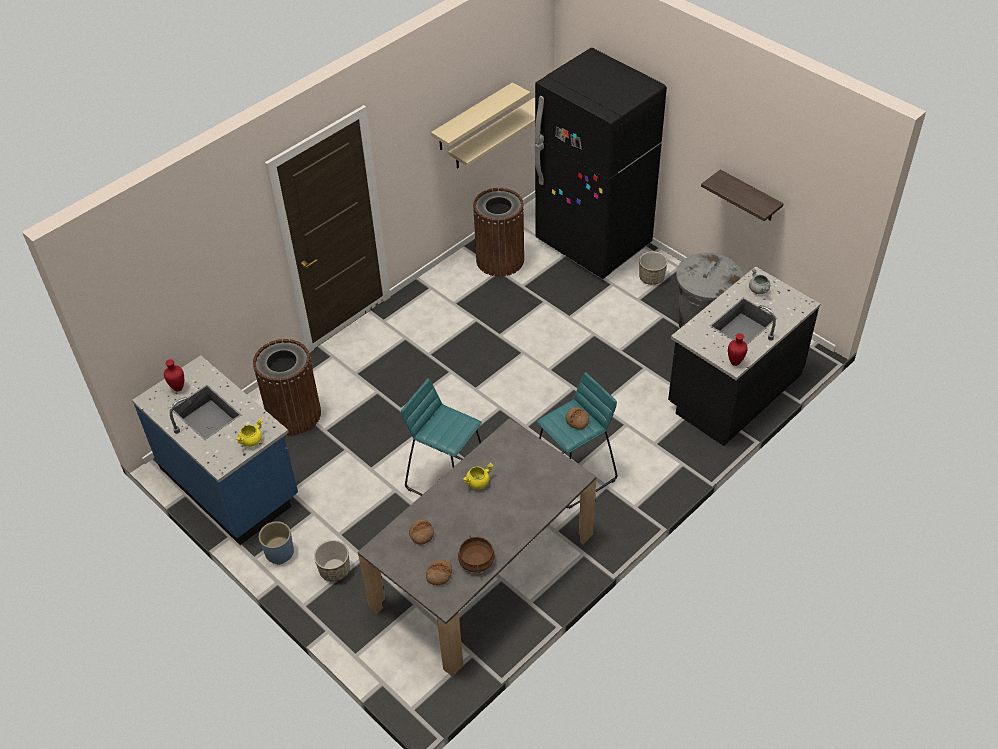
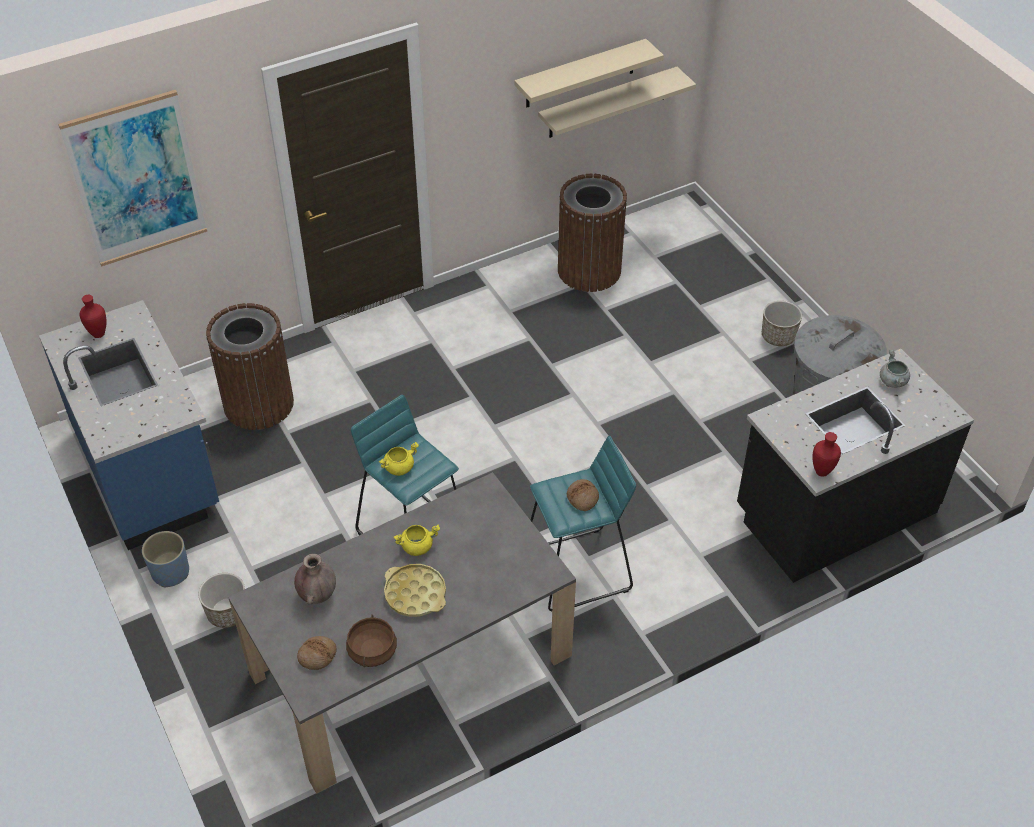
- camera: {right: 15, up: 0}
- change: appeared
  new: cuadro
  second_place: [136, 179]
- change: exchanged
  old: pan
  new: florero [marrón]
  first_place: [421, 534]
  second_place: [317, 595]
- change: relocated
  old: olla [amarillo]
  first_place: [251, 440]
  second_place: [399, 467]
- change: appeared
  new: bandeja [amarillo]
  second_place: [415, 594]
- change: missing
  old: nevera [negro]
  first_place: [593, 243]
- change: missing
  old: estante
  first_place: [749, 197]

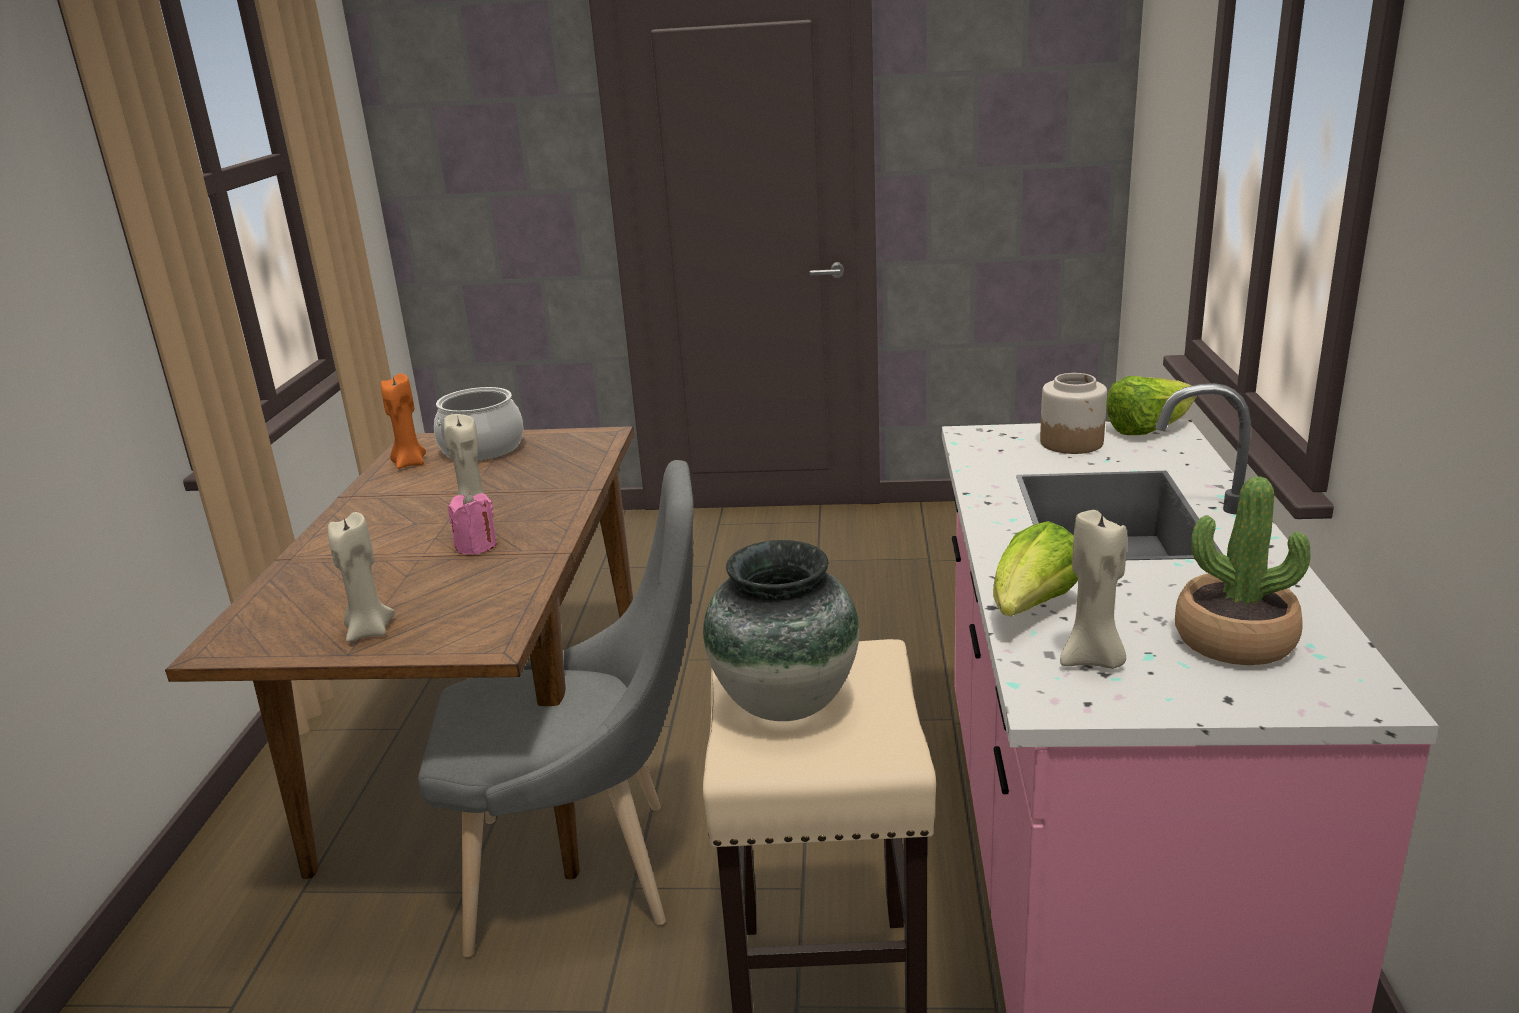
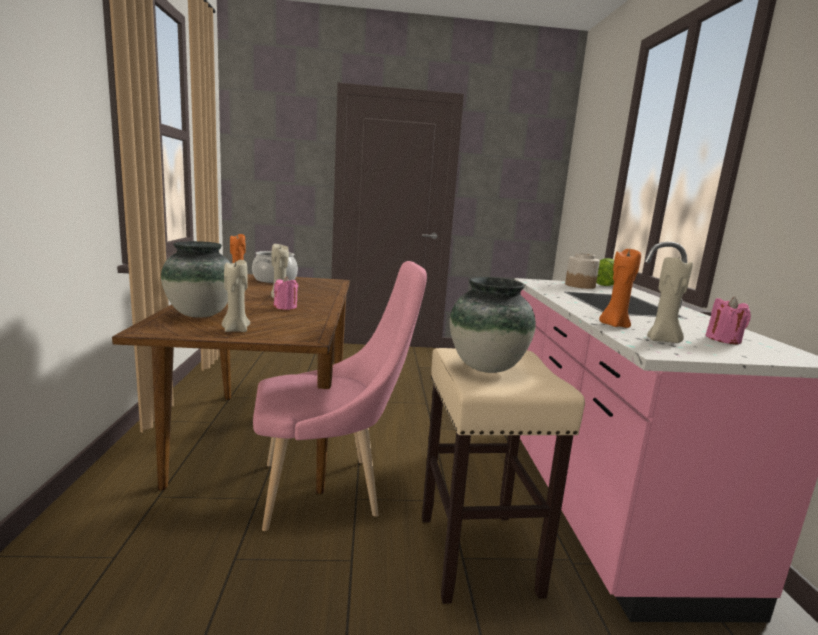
- camera: {right: -10, up: -10}
- change: appeared
  new: florero
  second_place: [200, 314]
- change: colour
  old: silla [gris]
  new: silla [rosa]
  first_place: [588, 871]
  second_place: [329, 490]
- change: exchanged
  old: lechuga
  new: vela [naranja]
  first_place: [1032, 609]
  second_place: [614, 325]
- change: exchanged
  old: planta en maceta
  new: vela [rosa]
  first_place: [1234, 640]
  second_place: [723, 339]

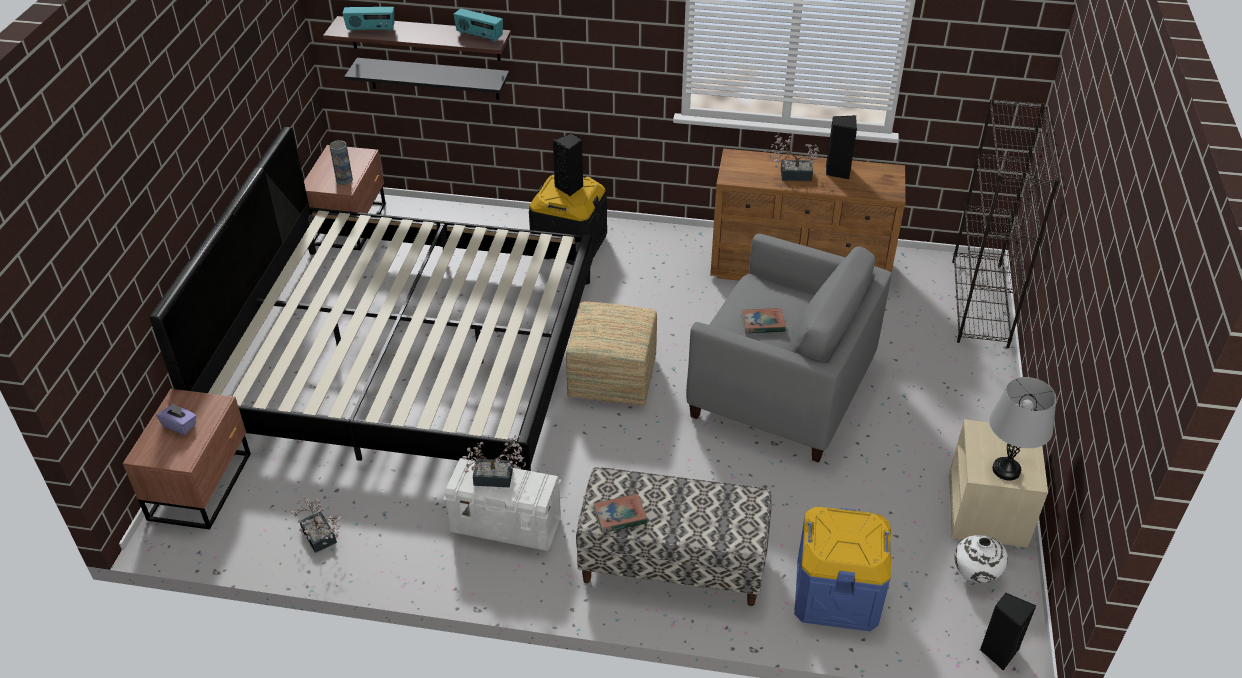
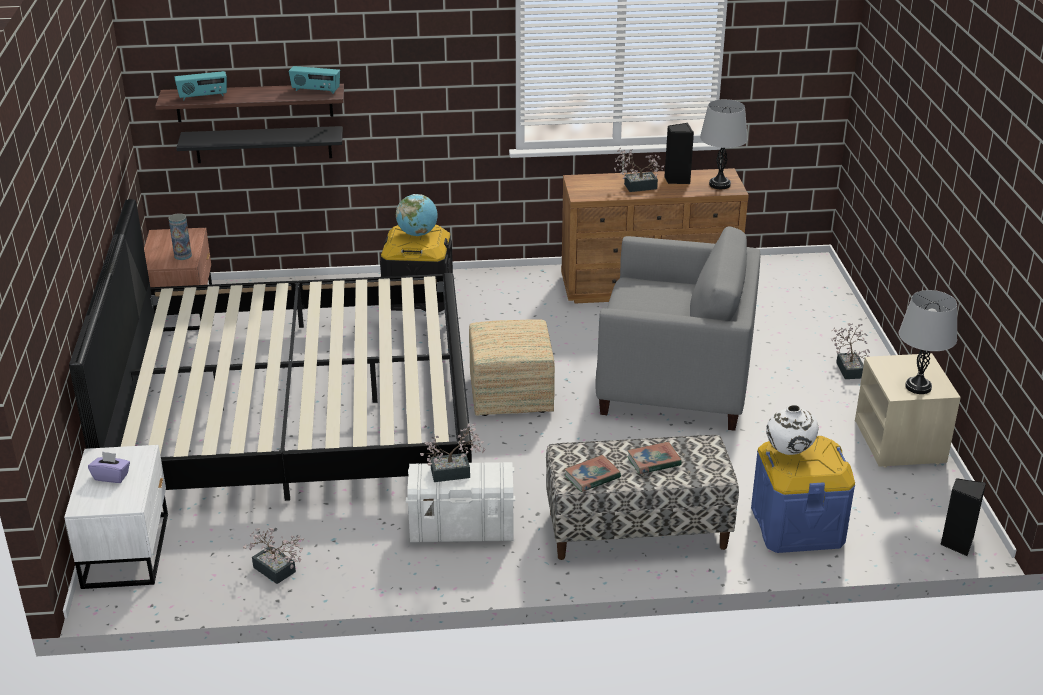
- camera: {right: -15, up: -10}
- change: colour
  old: mesita de noche [marrón]
  new: mesita de noche [blanco]
  first_place: [203, 485]
  second_place: [128, 549]
- change: exchanged
  old: altavoz [negro]
  new: globo terráqueo
  first_place: [570, 188]
  second_place: [417, 234]
- change: relocated
  old: libro
  first_place: [763, 323]
  second_place: [653, 461]
- change: appeared
  new: lámpara de mesa [gris]
  second_place: [719, 184]
- change: relocated
  old: florero [blanco]
  first_place: [974, 575]
  second_place: [789, 453]
- change: appeared
  new: planta en maceta
  second_place: [849, 368]
- change: missing
  old: estantería [negro]
  first_place: [980, 303]

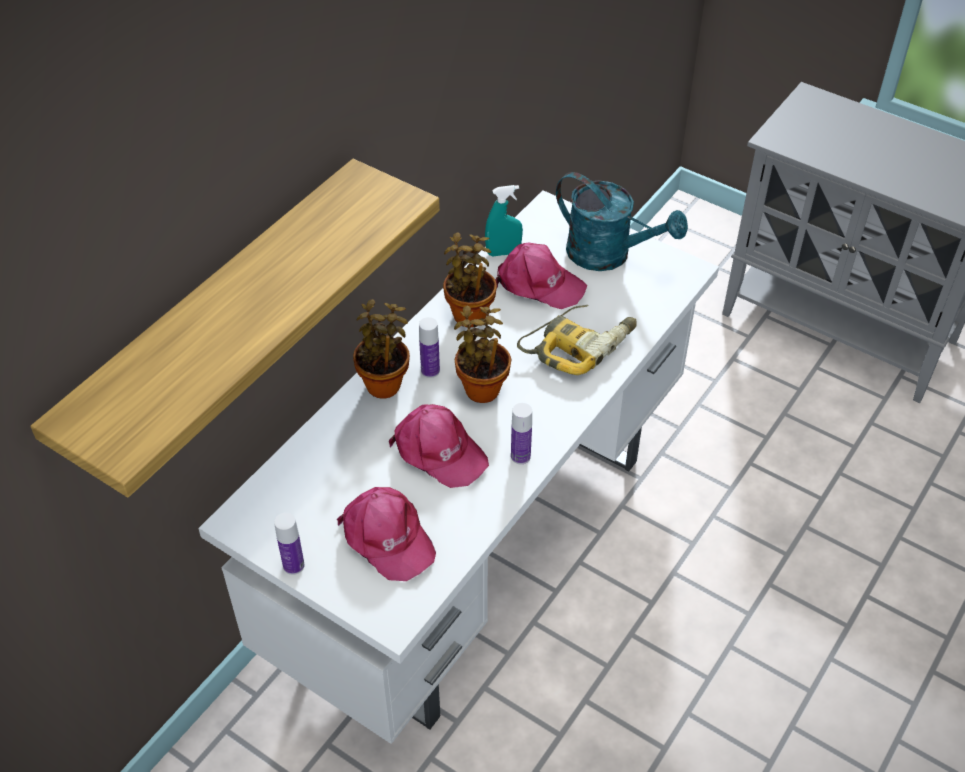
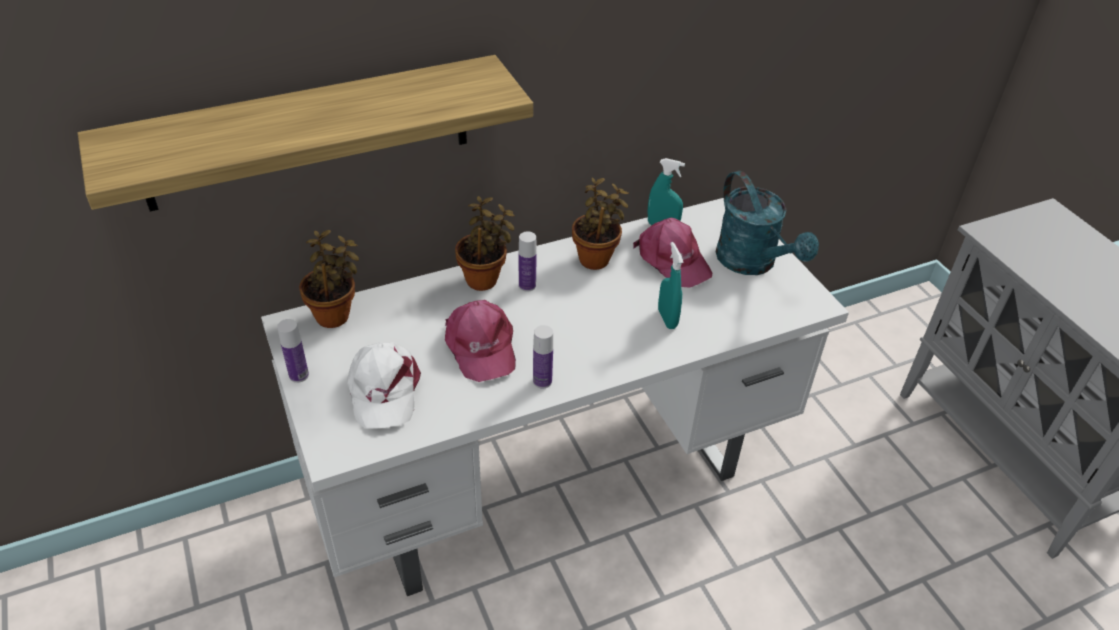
- camera: {right: 30, up: -5}
- change: relocated
  old: planta en maceta
  first_place: [482, 387]
  second_place: [335, 314]
- change: colour
  old: gorra [rosa]
  new: gorra [blanco]
  first_place: [387, 538]
  second_place: [383, 390]
- change: exchanged
  old: taladro
  new: pulverizador [turquesa]
  first_place: [579, 344]
  second_place: [667, 319]

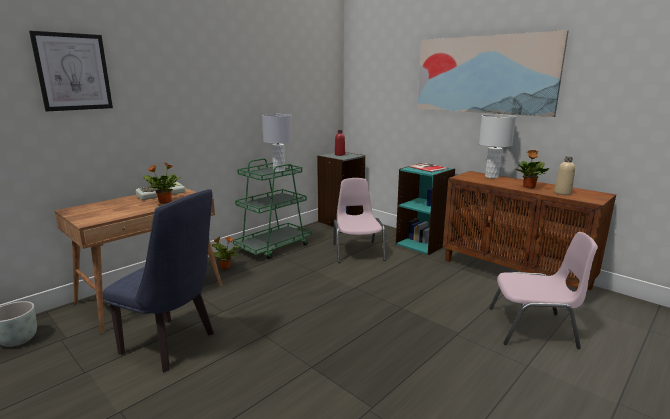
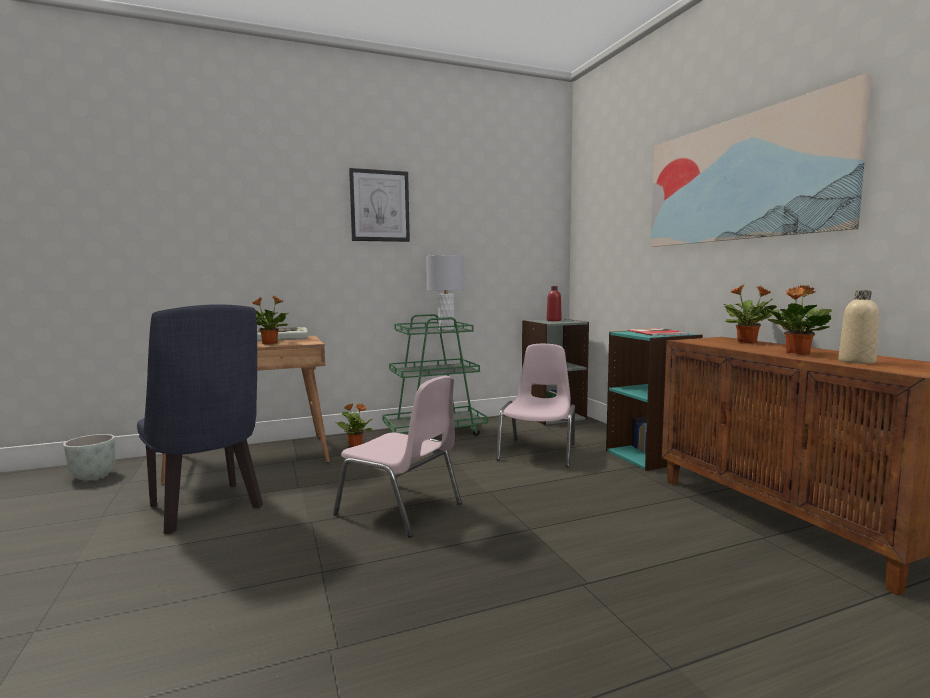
- camera: {right: 25, up: -10}
- change: relocated
  old: silla [rosa]
  first_place: [533, 328]
  second_place: [401, 509]
- change: relocated
  old: cuadro
  first_place: [73, 72]
  second_place: [379, 206]
- change: exchanged
  old: lámpara de mesa [blanco]
  new: planta en maceta
  first_place: [491, 177]
  second_place: [747, 342]

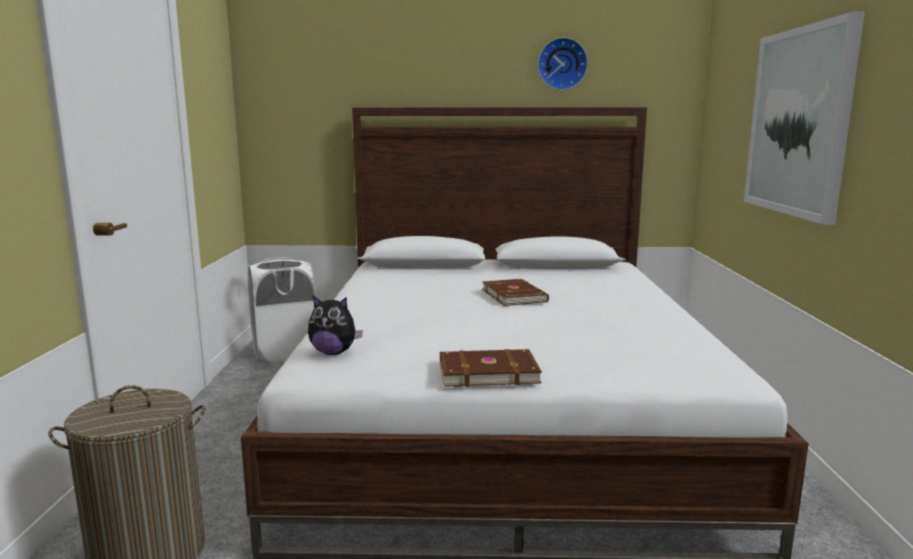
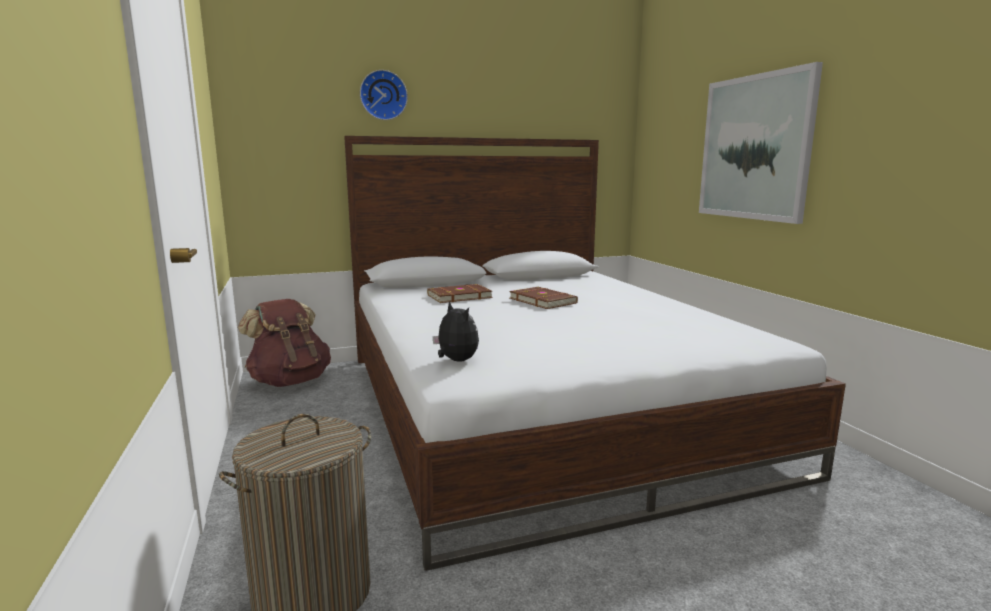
- camera: {right: -20, up: 0}
- change: exchanged
  old: cesto de la ropa [blanco]
  new: mochila [marrón]
  first_place: [285, 353]
  second_place: [290, 381]
- change: relocated
  old: reloj de pared
  first_place: [562, 64]
  second_place: [383, 95]
- change: relocated
  old: libro [marrón]
  first_place: [487, 372]
  second_place: [458, 296]
- change: spun
  old: peluche
  first_place: [334, 352]
  second_place: [456, 361]
  degrees: -120

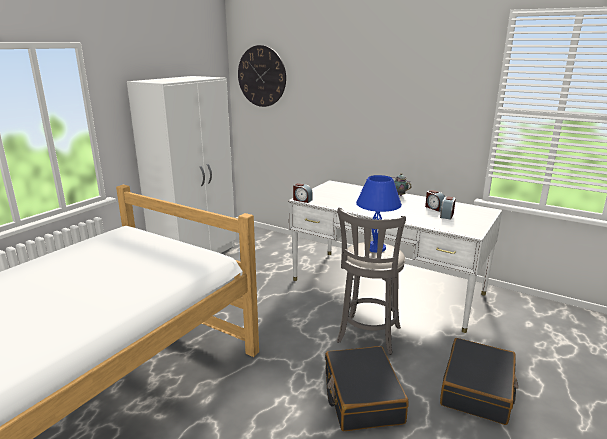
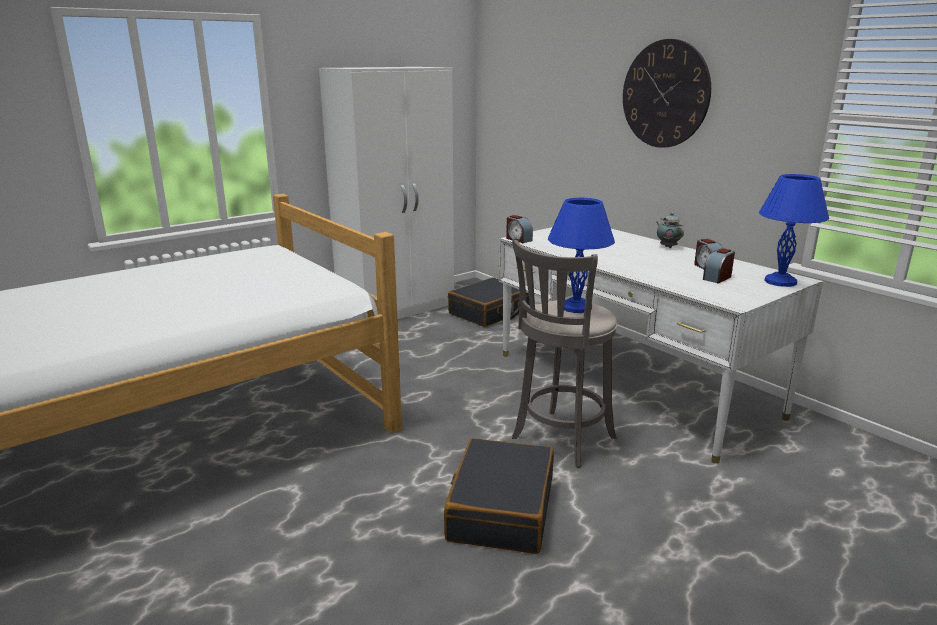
- camera: {right: 20, up: 0}
- change: relocated
  old: maleta [negro]
  first_place: [477, 390]
  second_place: [489, 312]
- change: relocated
  old: reloj de pared
  first_place: [261, 76]
  second_place: [665, 94]
- change: appeared
  new: lámpara de mesa [azul]
  second_place: [781, 282]

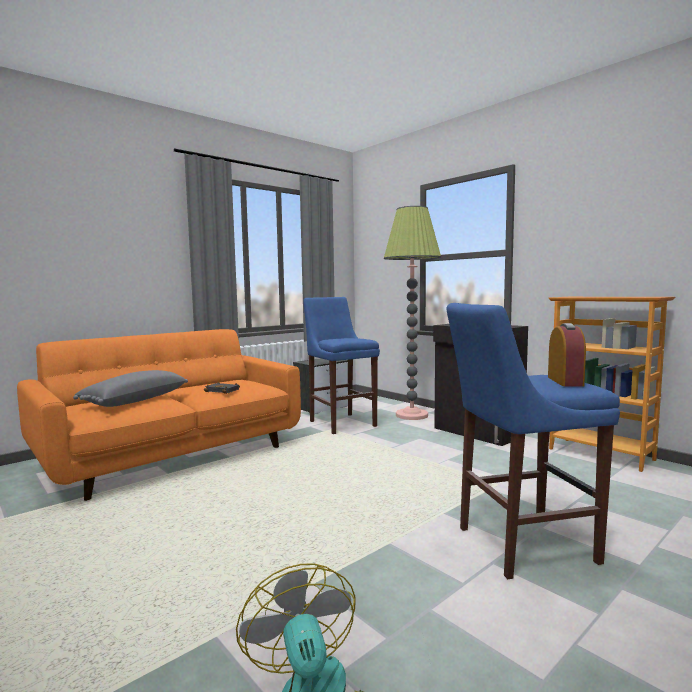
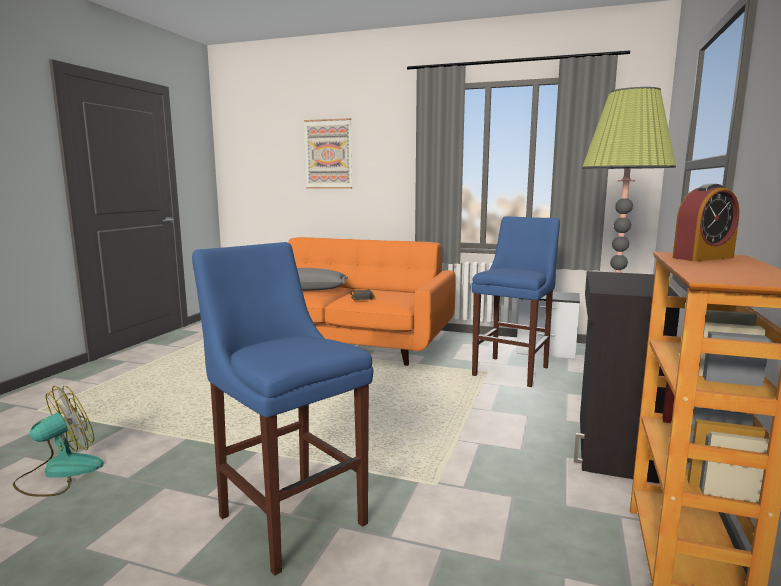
- camera: {right: 60, up: 5}
- change: appeared
  new: cuadro
  second_place: [328, 154]
- change: relocated
  old: despertador
  first_place: [565, 381]
  second_place: [703, 258]

